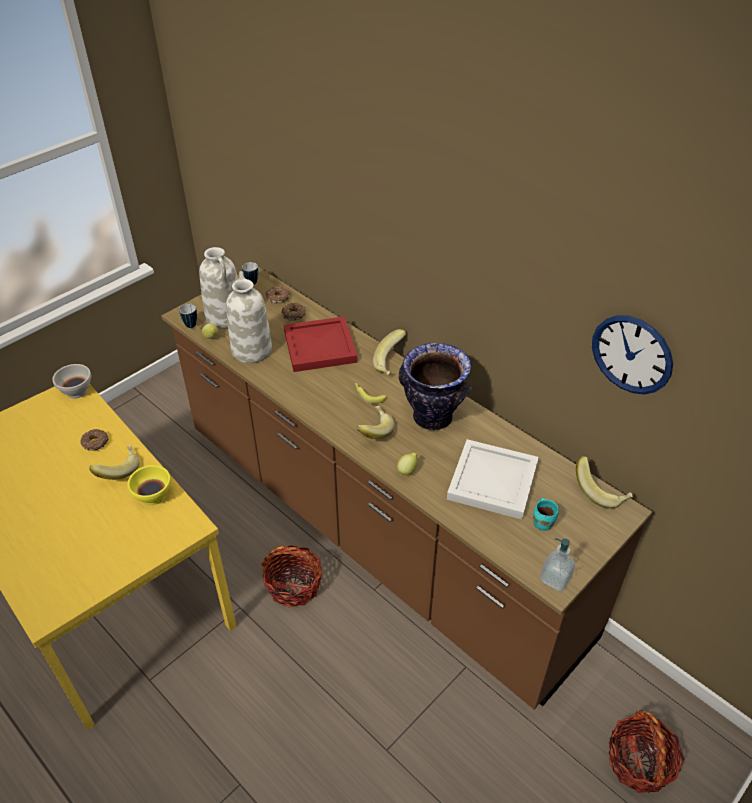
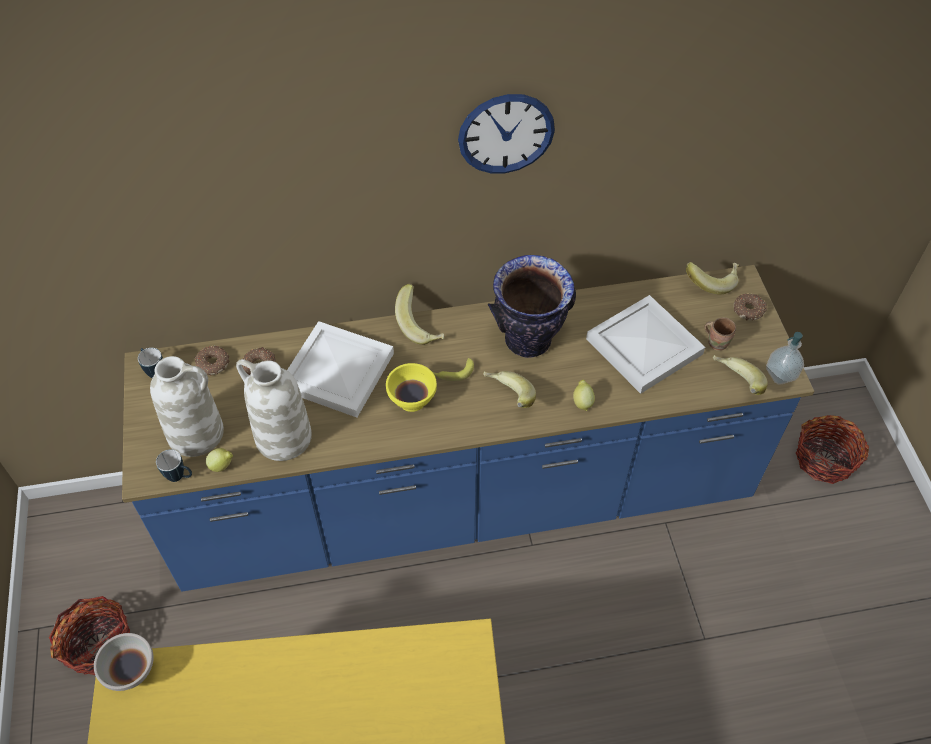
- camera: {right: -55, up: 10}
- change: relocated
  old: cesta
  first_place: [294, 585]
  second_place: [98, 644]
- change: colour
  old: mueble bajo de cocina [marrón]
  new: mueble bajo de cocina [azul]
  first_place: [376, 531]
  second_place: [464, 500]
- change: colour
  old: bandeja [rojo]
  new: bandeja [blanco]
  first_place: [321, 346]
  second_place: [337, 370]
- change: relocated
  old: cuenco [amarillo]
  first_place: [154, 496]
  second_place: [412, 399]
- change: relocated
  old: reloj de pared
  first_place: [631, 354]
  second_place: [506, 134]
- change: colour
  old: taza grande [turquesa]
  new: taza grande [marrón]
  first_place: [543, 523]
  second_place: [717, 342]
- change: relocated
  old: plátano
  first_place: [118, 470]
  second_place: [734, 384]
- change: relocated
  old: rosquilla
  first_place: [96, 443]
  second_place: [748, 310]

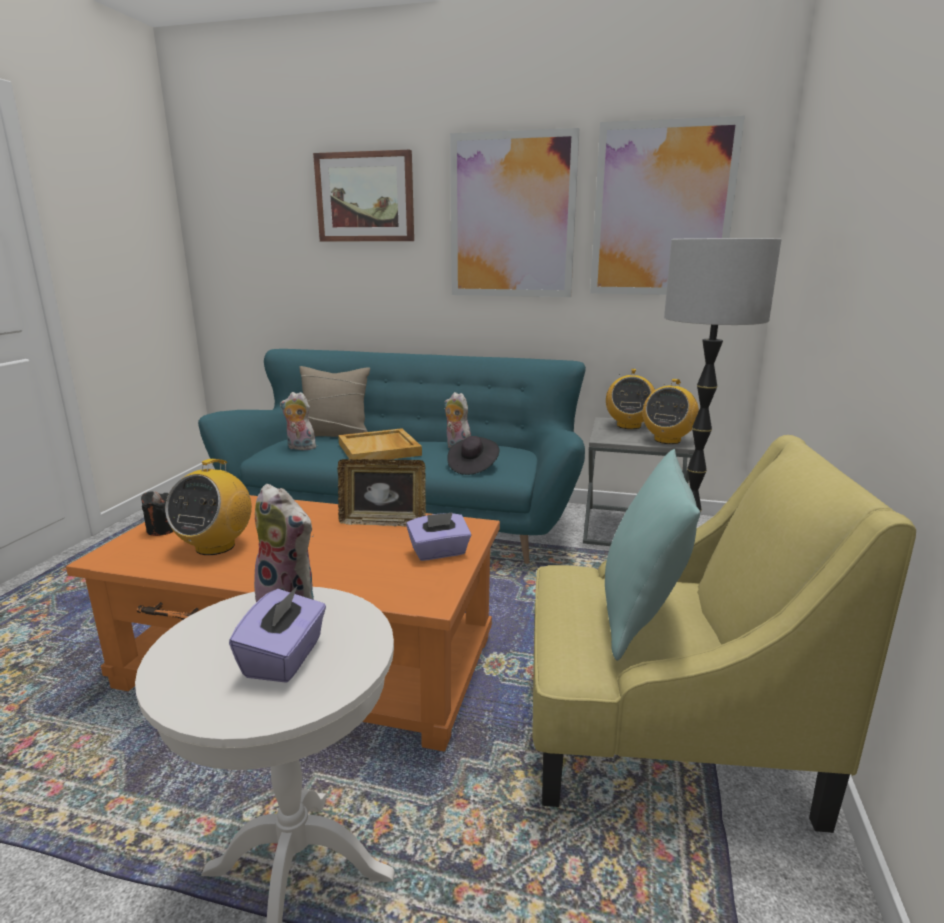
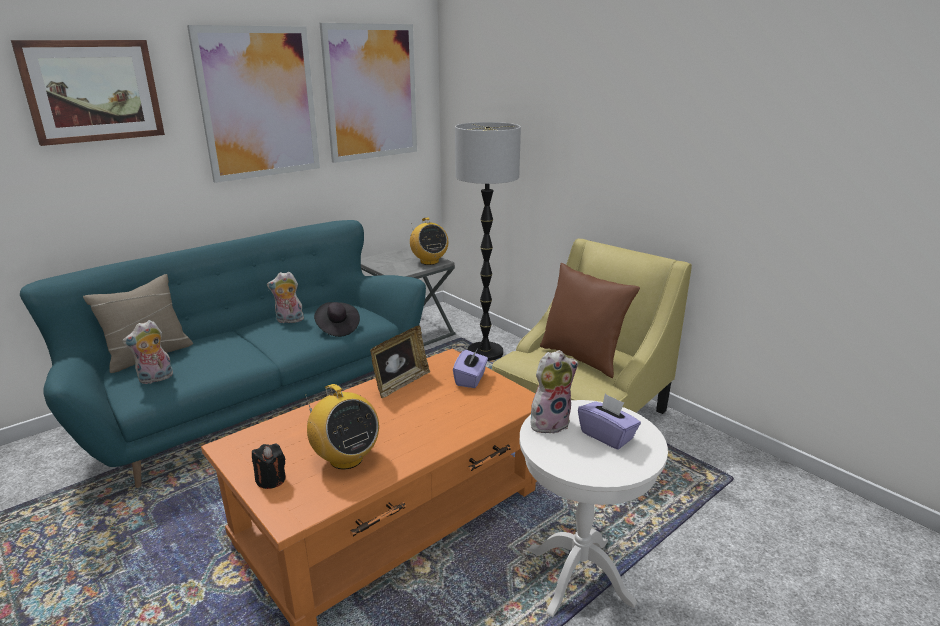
- camera: {right: -55, up: 5}
- change: colour
  old: cojín [turquesa]
  new: cojín [marrón]
  first_place: [640, 616]
  second_place: [582, 357]
- change: missing
  old: bandeja [beis]
  first_place: [380, 449]
- change: missing
  old: radio
  first_place: [628, 426]

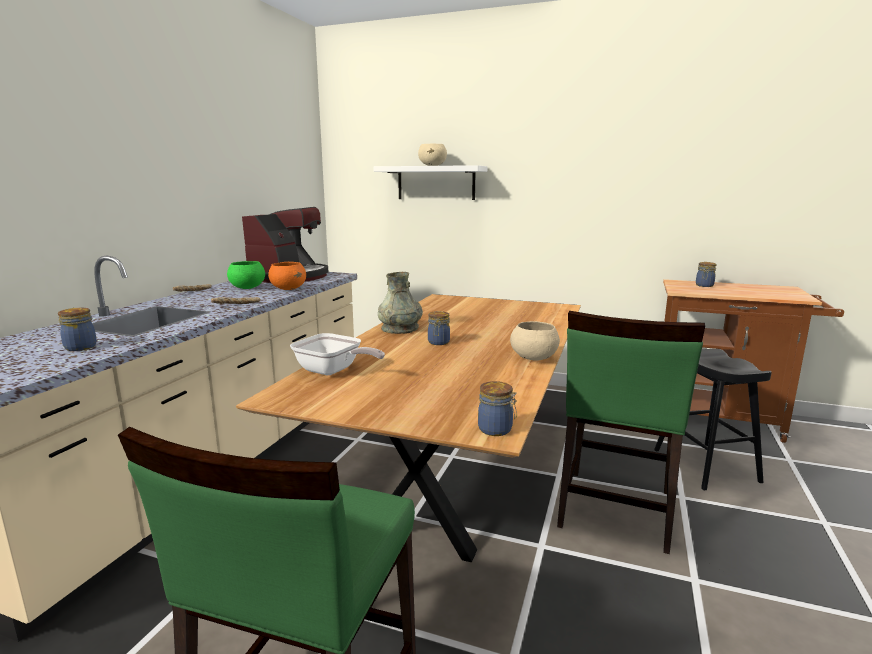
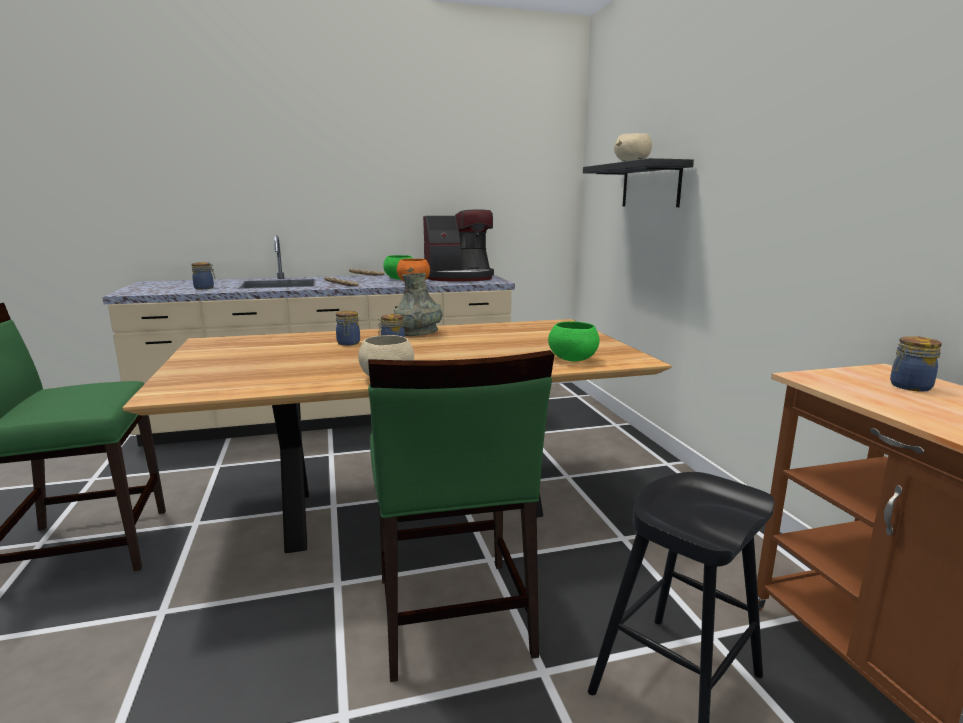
- camera: {right: 55, up: 0}
- change: relocated
  old: tarro
  first_place: [496, 430]
  second_place: [348, 343]
- change: spun
  old: silla [verde]
  first_place: [614, 509]
  second_place: [452, 616]
  degrees: -90
- change: appeared
  new: cuenco [verde]
  second_place: [572, 359]
- change: colour
  old: estante [blanco]
  new: estante [negro]
  first_place: [436, 183]
  second_place: [650, 185]
- change: missing
  old: sartén
  first_place: [333, 371]

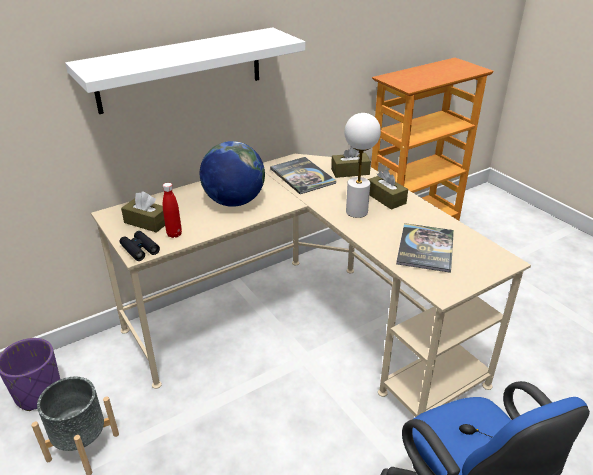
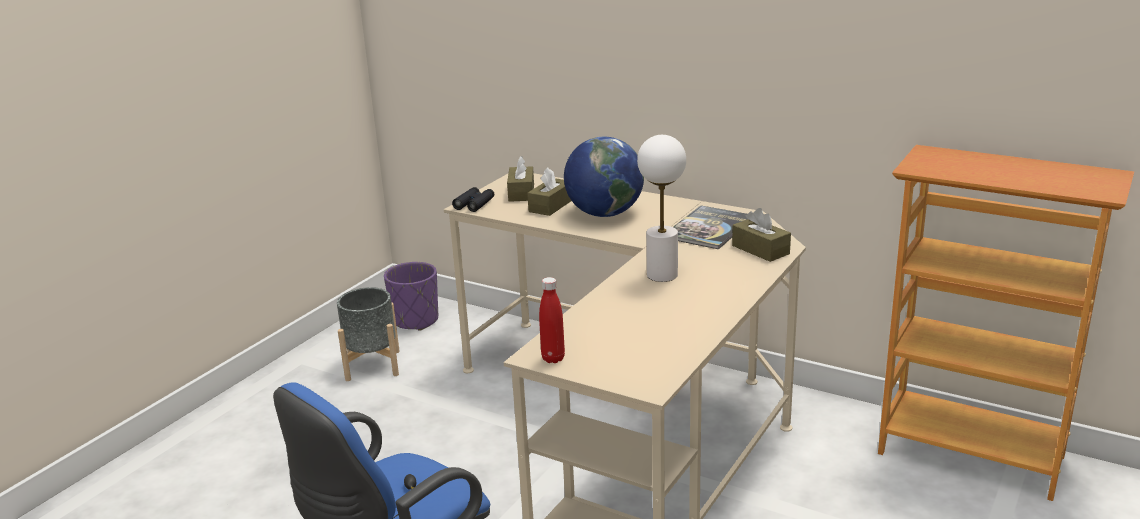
- camera: {right: 65, up: -10}
- change: relocated
  old: caja de pañuelos [marrón]
  first_place: [386, 198]
  second_place: [551, 206]
- change: relocated
  old: botella [rojo]
  first_place: [174, 234]
  second_place: [553, 358]
- change: missing
  old: estante [blanco]
  first_place: [181, 70]
- change: missing
  old: libro
  first_place: [425, 248]

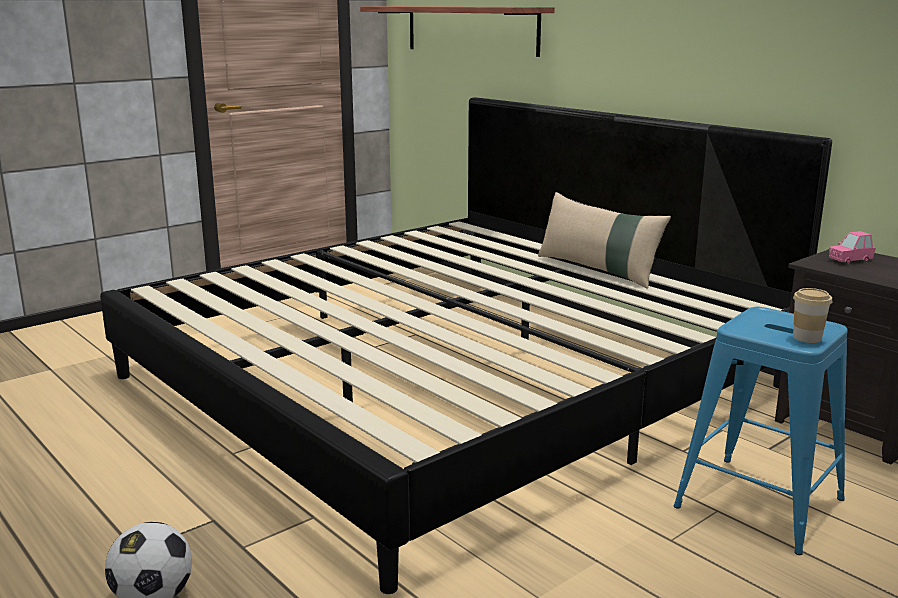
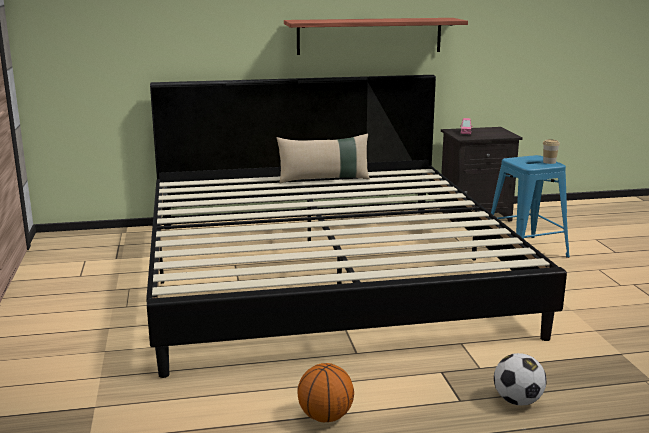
- camera: {right: -60, up: 0}
- change: relocated
  old: estante
  first_place: [470, 29]
  second_place: [369, 36]
- change: appeared
  new: balón de baloncesto
  second_place: [325, 417]

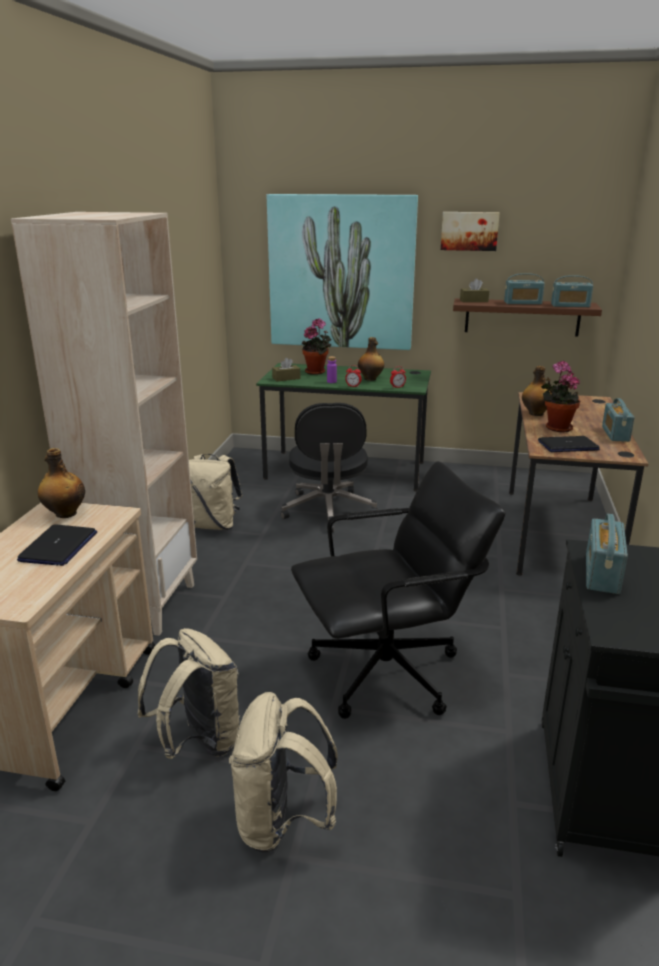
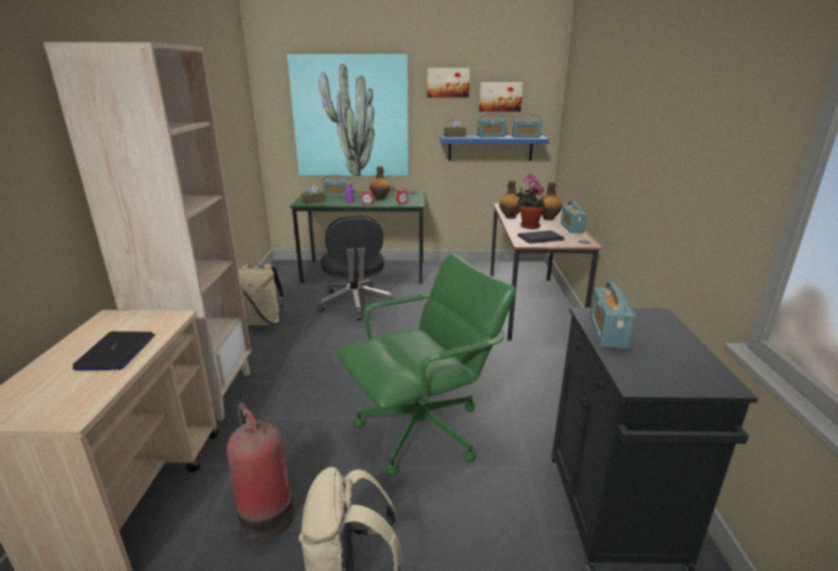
- camera: {right: -10, up: 0}
- change: exchanged
  old: mochila [beis]
  new: extintor
  first_place: [198, 741]
  second_place: [265, 514]
- change: exchanged
  old: planta en maceta
  new: radio
  first_place: [317, 372]
  second_place: [337, 195]
- change: colour
  old: silla de oficina [negro]
  new: silla de oficina [verde]
  first_place: [388, 673]
  second_place: [422, 431]
- change: colour
  old: estante [marrón]
  new: estante [azul]
  first_place: [522, 317]
  second_place: [490, 148]
- change: appeared
  new: cuadro
  second_place: [500, 96]
- change: relocated
  old: botella
  first_place: [65, 514]
  second_place: [548, 219]

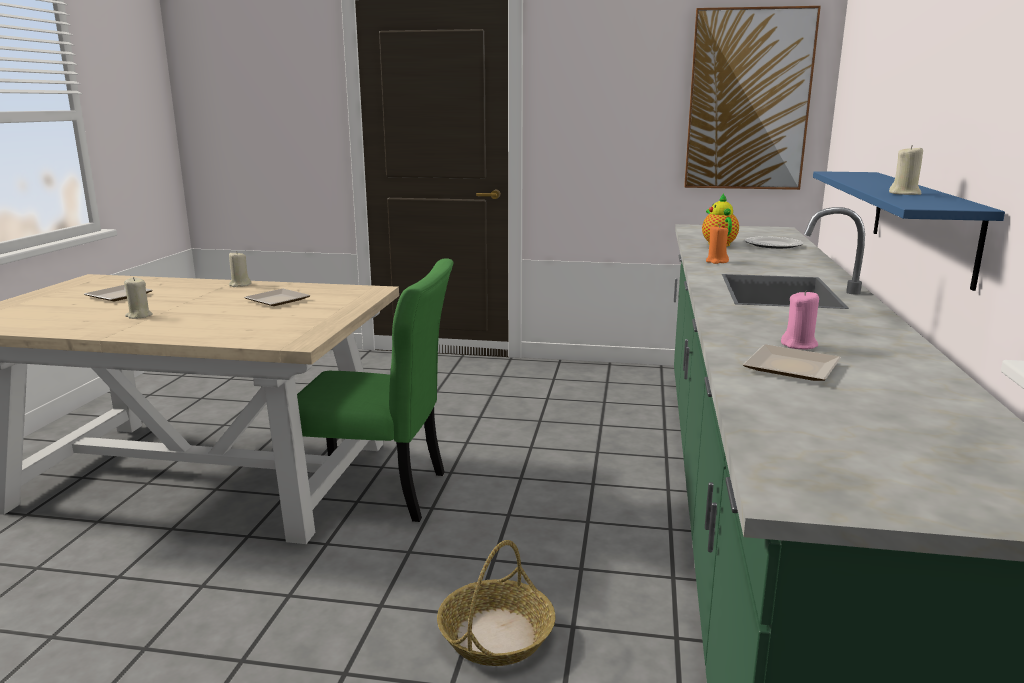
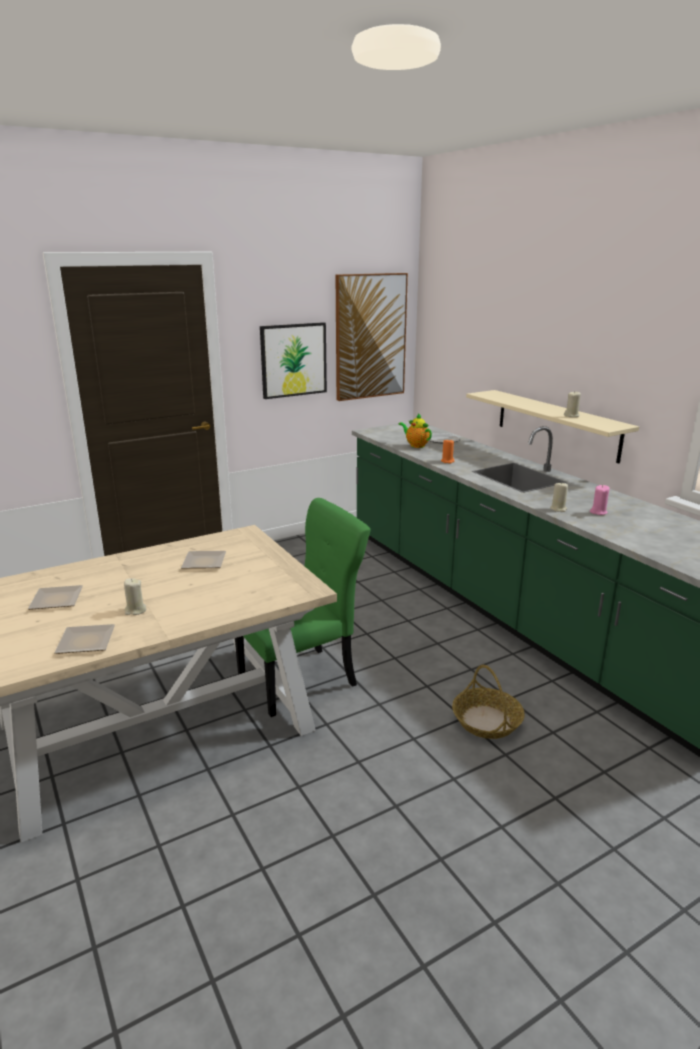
- camera: {right: -40, up: 5}
- change: relocated
  old: plato
  first_place: [793, 369]
  second_place: [87, 643]
- change: appeared
  new: cuadro
  second_place: [293, 360]
- change: colour
  old: estante [azul]
  new: estante [beis]
  first_place: [922, 222]
  second_place: [556, 424]
- change: relocated
  old: vela [beis]
  first_place: [240, 285]
  second_place: [558, 509]

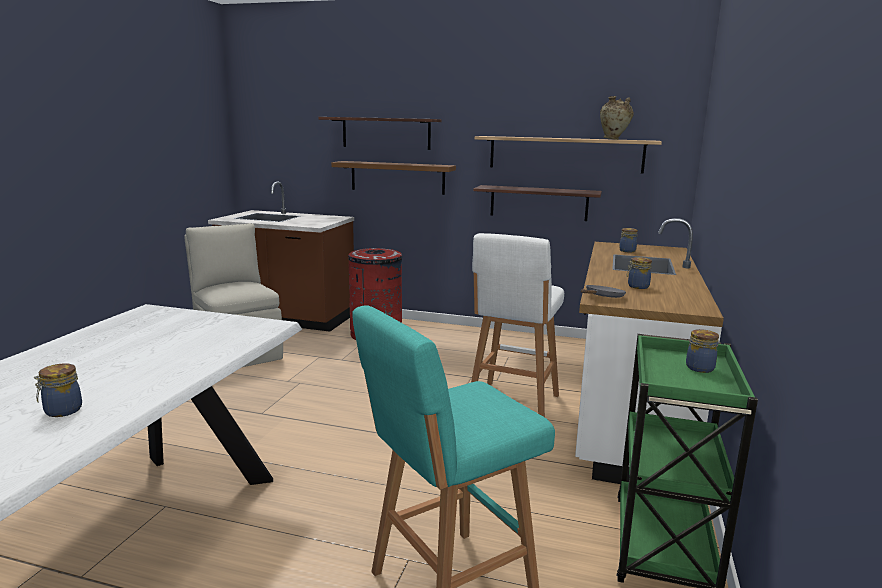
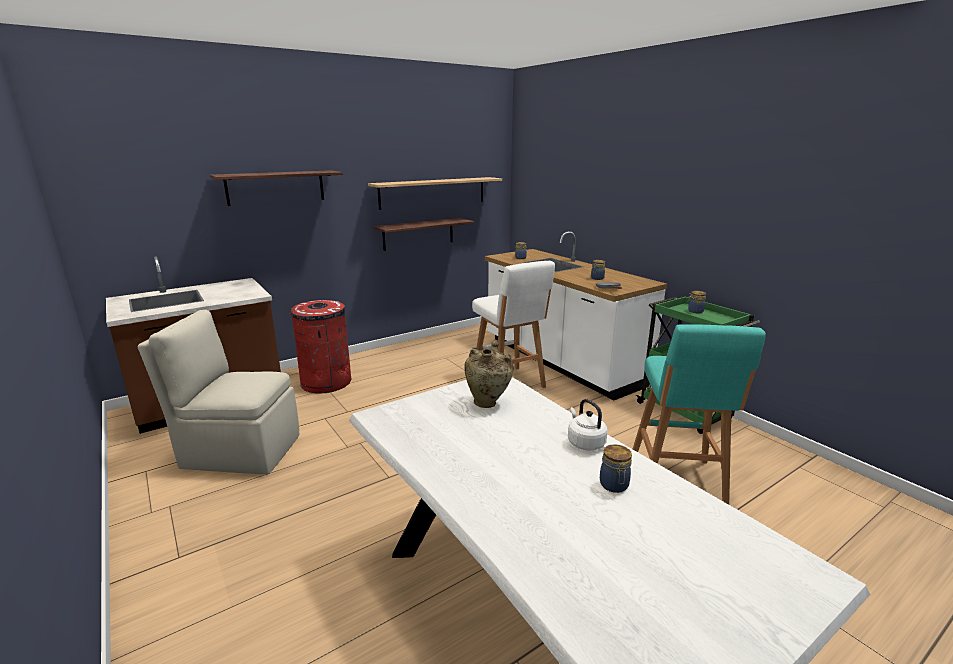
- camera: {right: -50, up: 5}
- change: relocated
  old: florero [beis]
  first_place: [614, 139]
  second_place: [488, 403]
- change: appeared
  new: hervidor [blanco]
  second_place: [584, 442]
- change: missing
  old: estante [marrón]
  first_place: [397, 177]

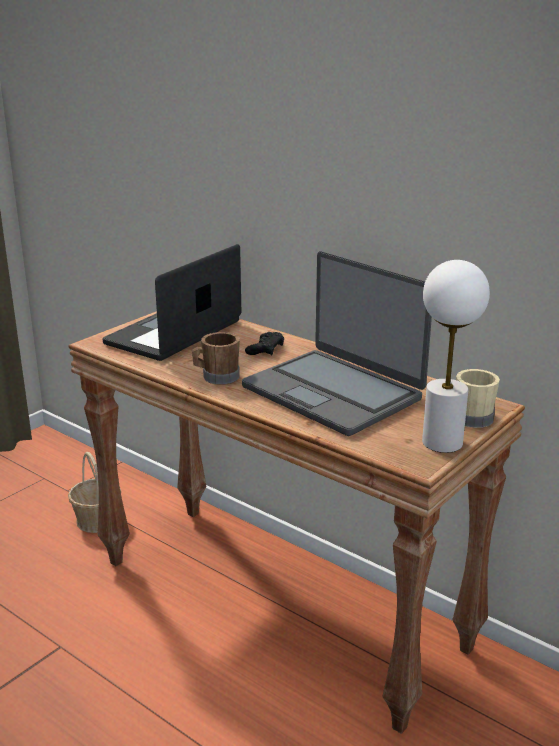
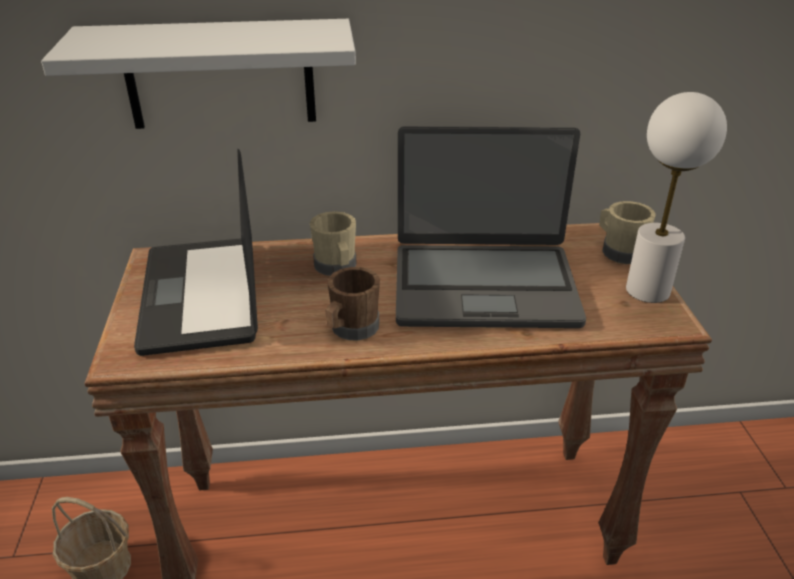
- camera: {right: -45, up: 10}
- change: appeared
  new: estante [blanco]
  second_place: [220, 74]
- change: exchanged
  old: mando de consola [negro]
  new: taza grande [beis]
  first_place: [265, 349]
  second_place: [337, 268]

